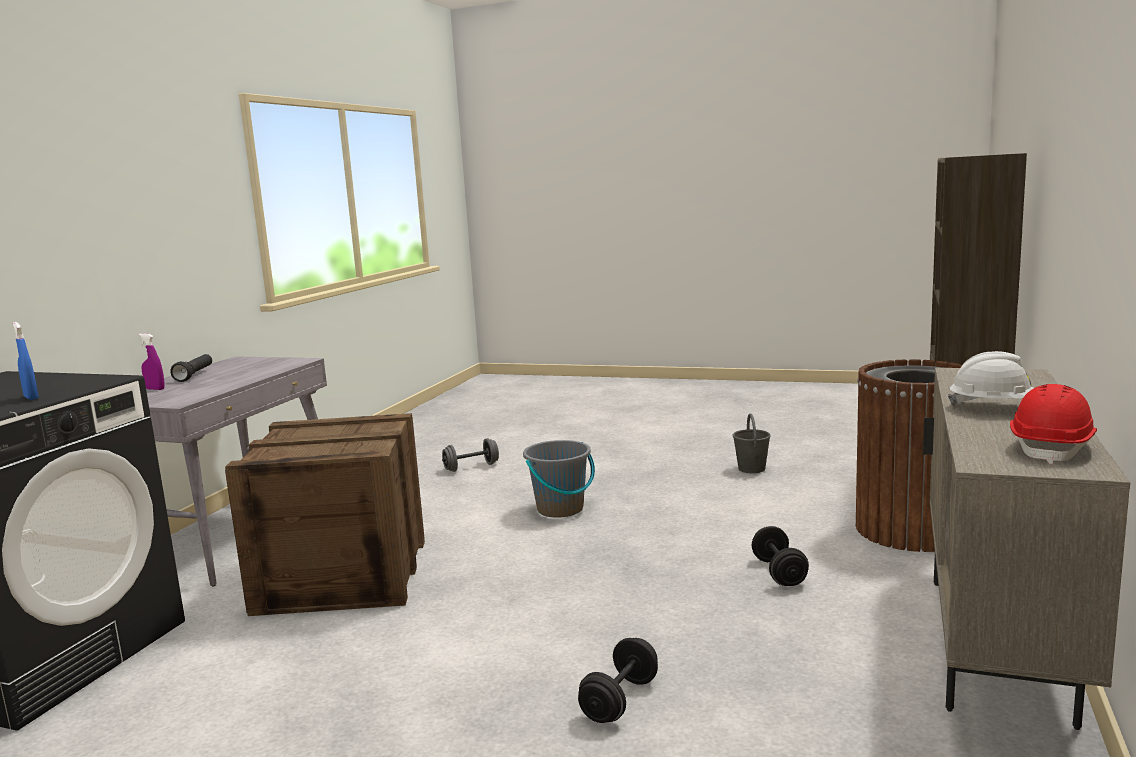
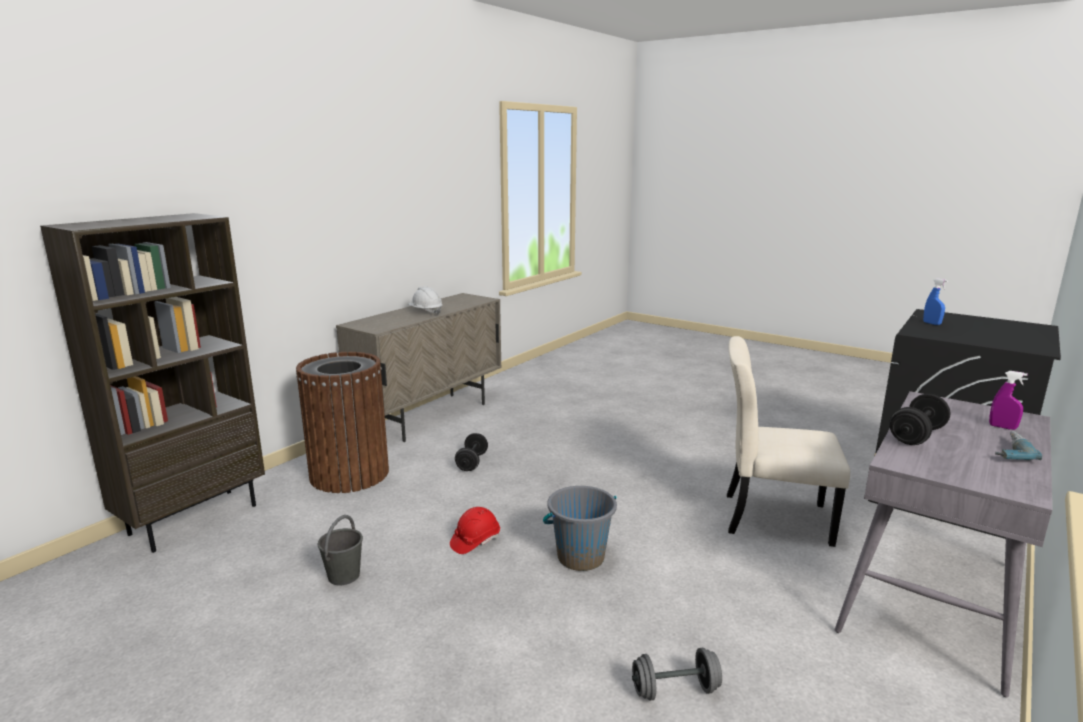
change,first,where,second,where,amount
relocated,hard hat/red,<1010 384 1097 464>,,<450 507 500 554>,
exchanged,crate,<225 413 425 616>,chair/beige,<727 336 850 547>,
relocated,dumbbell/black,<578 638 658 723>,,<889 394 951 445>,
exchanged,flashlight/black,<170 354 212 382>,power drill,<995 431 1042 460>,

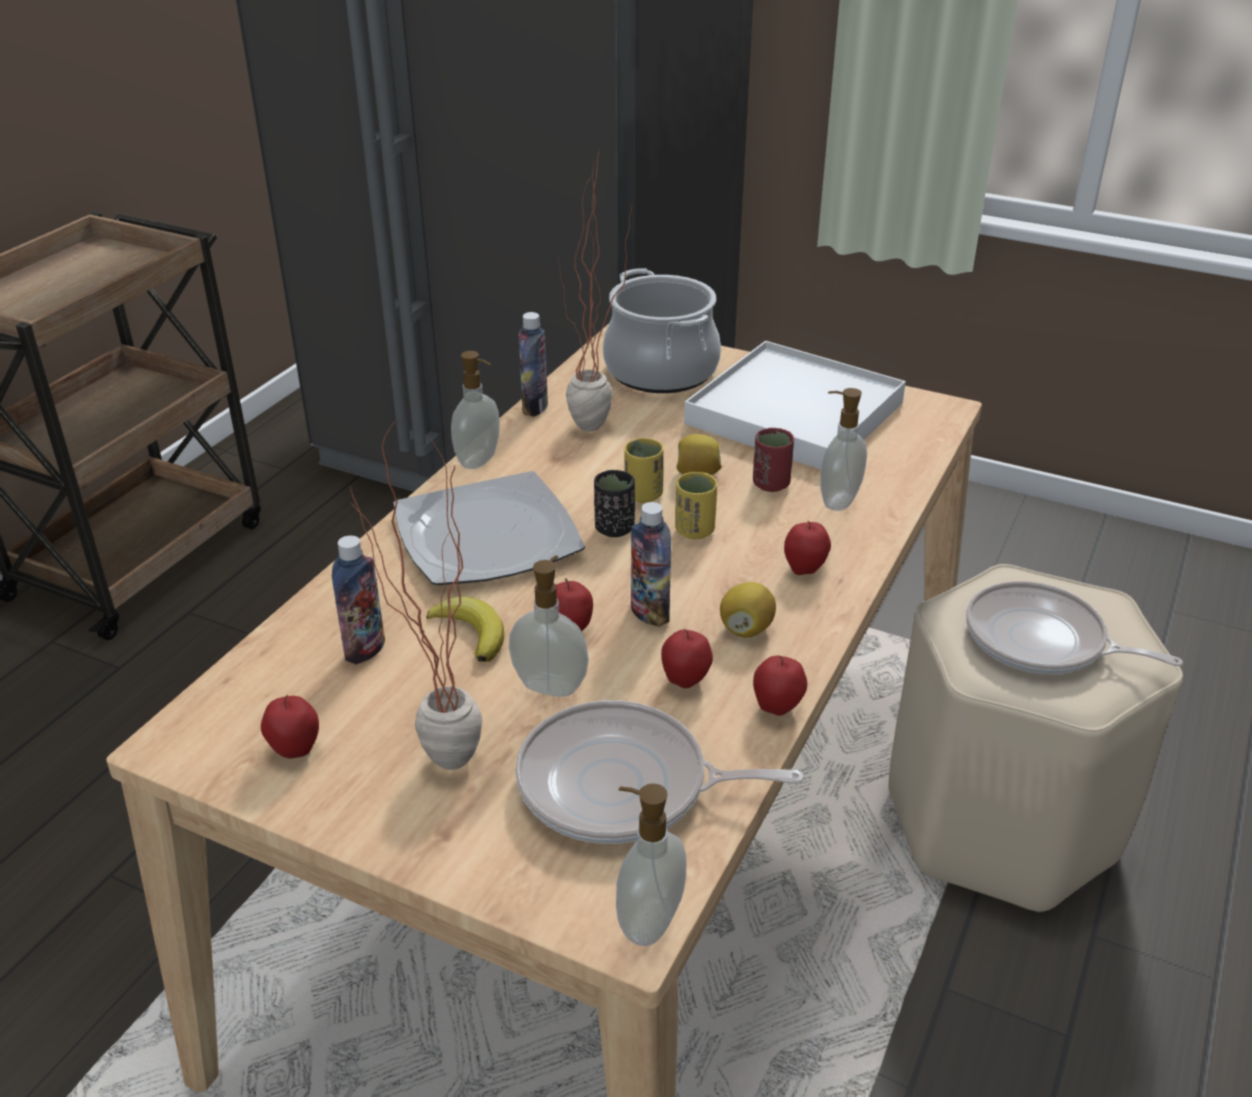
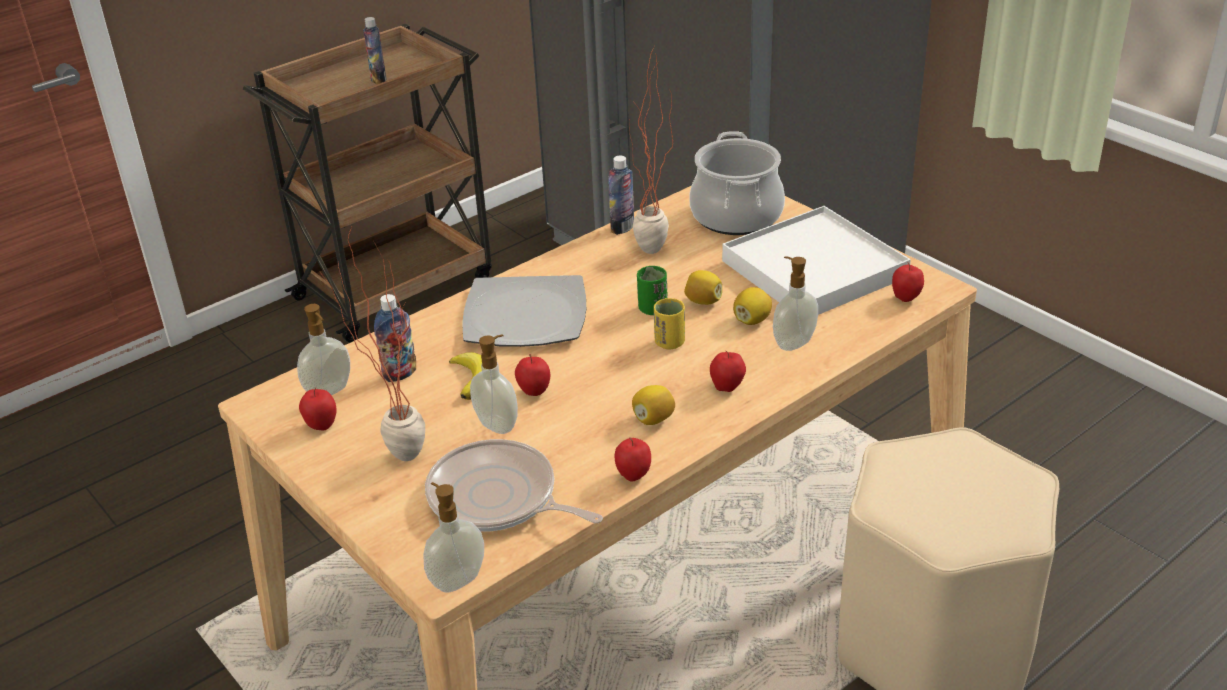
change,first,where,second,where,amount
relocated,soap dispenser,<451 351 500 469>,,<297 304 350 395>,
relocated,bottle,<631 502 671 627>,,<363 17 386 85>,
colour,cup/yellow,<624 438 664 503>,cup/green,<637 266 668 315>,
exchanged,cup/red,<753 428 795 492>,lemon,<733 287 772 325>,
relocated,apple,<661 629 713 688>,,<892 262 924 302>,
missing,cup/black,<594 470 635 537>,,,
missing,frying pan,<966 581 1183 674>,,,

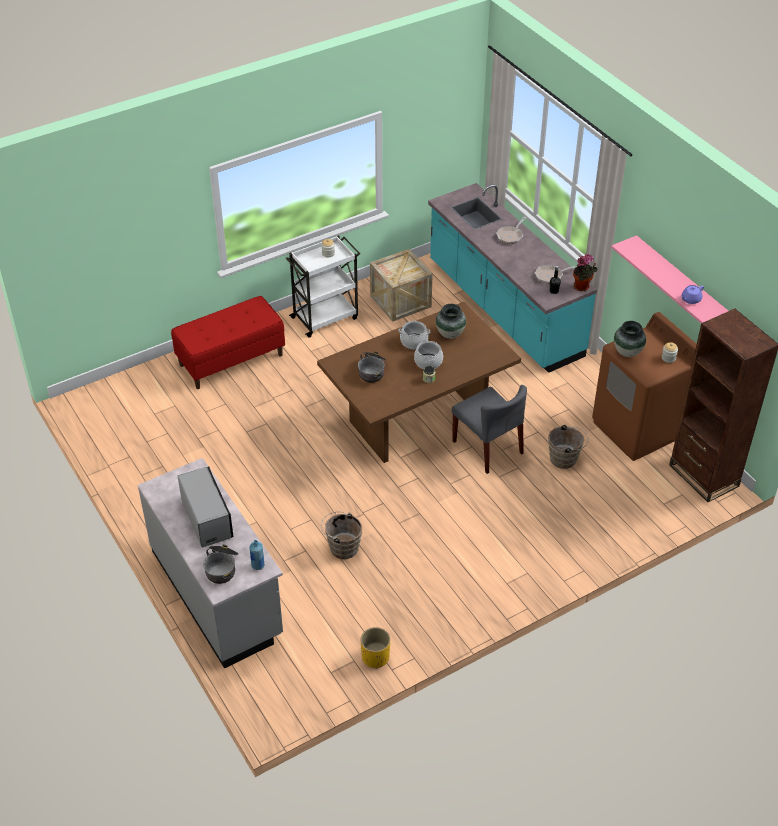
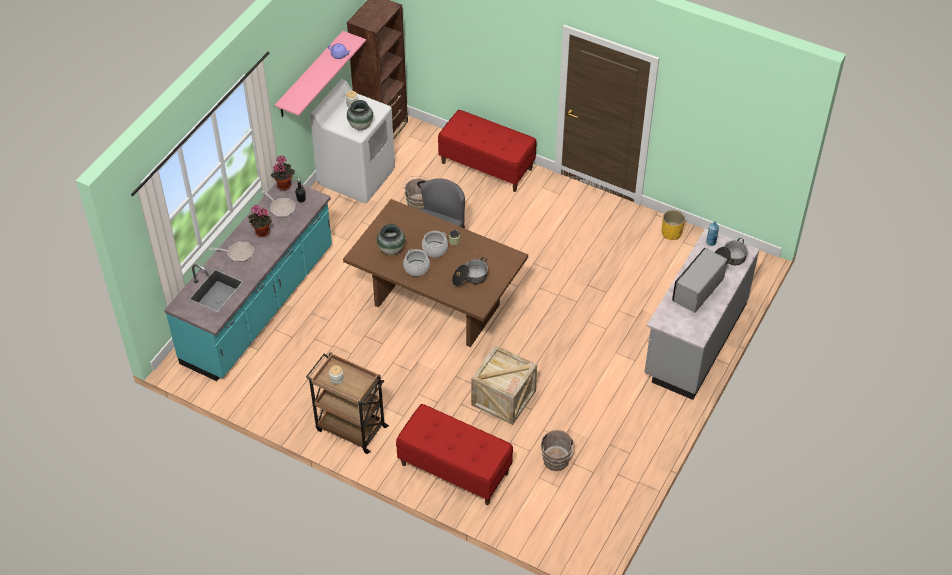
change,first,where,second,where,amount
appeared,,,potted plant,<248 205 272 237>,
colour,cart/white,<286 235 360 337>,cart/brown,<306 352 389 454>,
colour,washing machine/brown,<592 312 697 461>,washing machine/white,<310 79 395 204>,
appeared,,,bench/red,<438 110 537 192>,
relocated,crate,<370 249 433 322>,,<471 345 537 425>,
relocated,bucket/brown,<321 511 362 559>,,<539 430 575 471>,

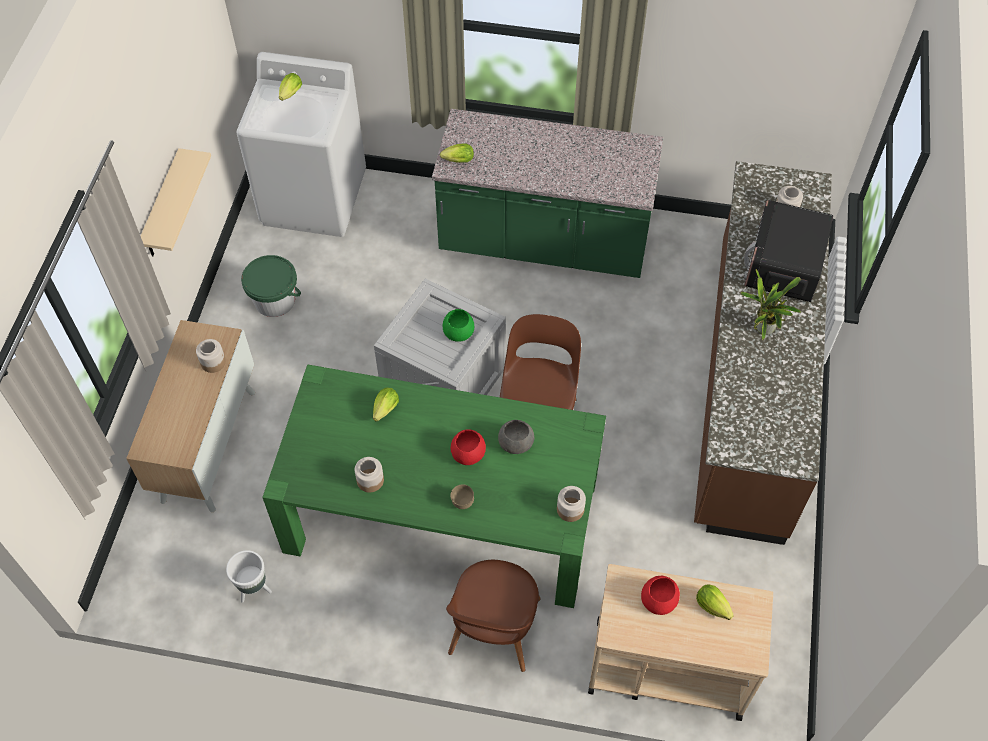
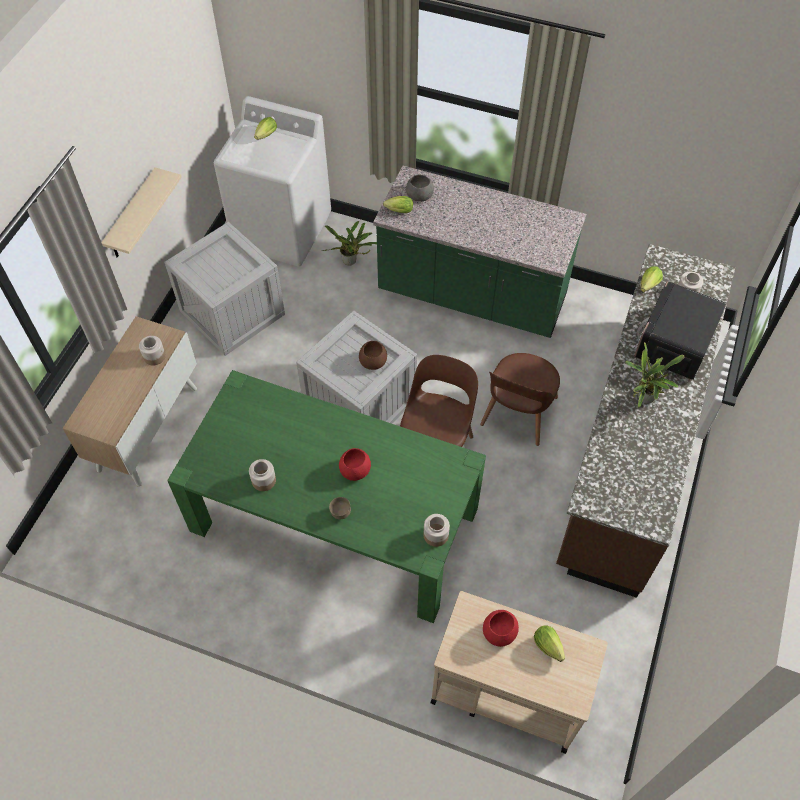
change,first,where,second,where,amount
exchanged,bucket/green,<241 255 301 317>,crate,<164 222 285 356>,
appeared,,,potted plant,<323 221 377 265>,
colour,bowl/green,<443 309 474 342>,bowl/brown,<359 341 387 370>,
relocated,bowl/grey,<498 420 534 454>,,<406 175 434 202>,
relocated,chair/brown,<446 560 541 672>,,<480 353 560 446>,
relocated,lettuce,<373 388 399 422>,,<641 266 663 292>,
missing,planter/white,<226 550 272 603>,,,

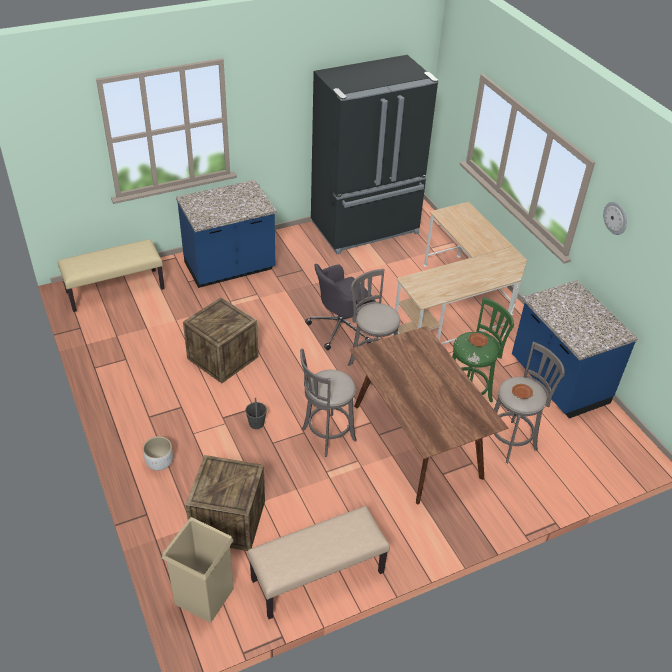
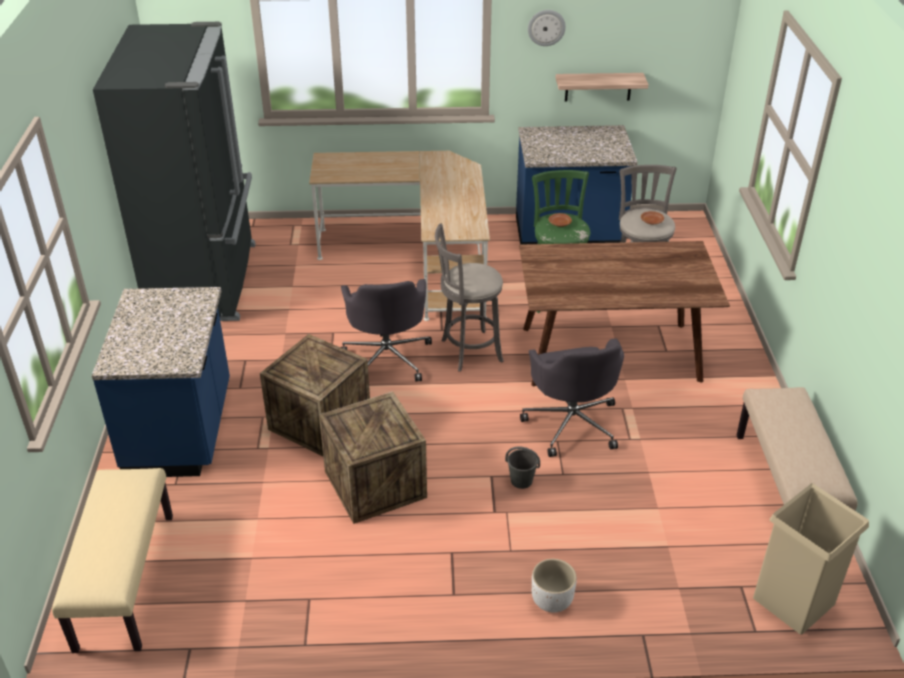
change,first,where,second,where,amount
relocated,crate,<186 455 265 551>,,<260 334 370 456>,
exchanged,stool/grey,<300 349 357 457>,office chair/grey,<520 338 624 457>,
appeared,,,shelf,<556 73 649 101>,

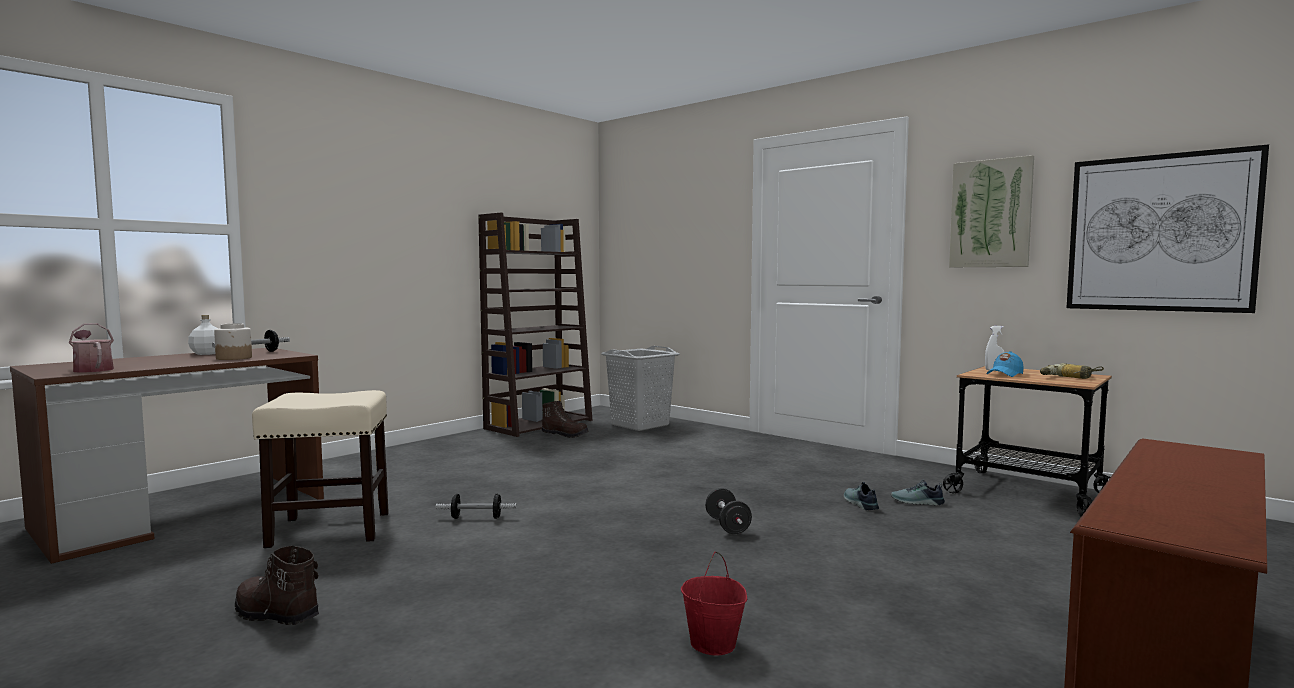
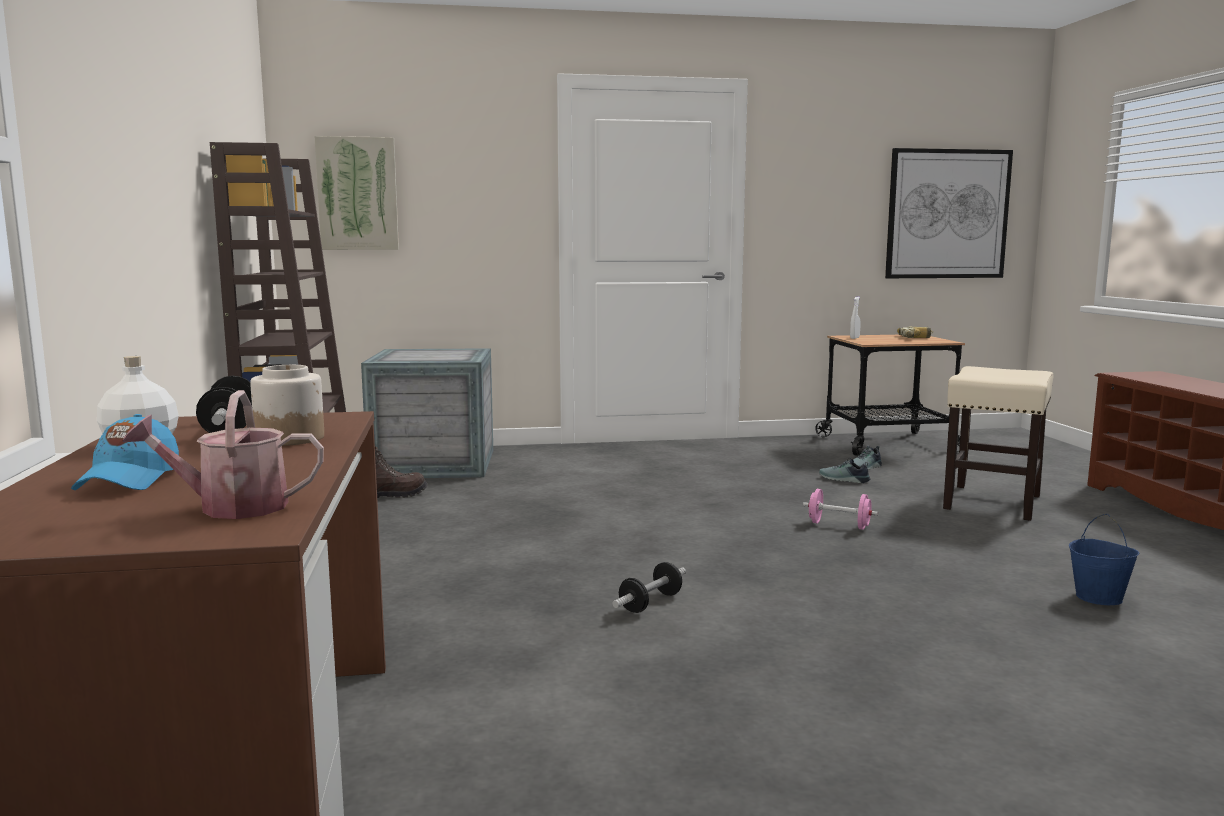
change,first,where,second,where,amount
relocated,cap/blue,<986 351 1024 377>,,<71 414 179 490>,
relocated,picture,<949 155 1034 267>,,<315 136 399 250>,
exchanged,laundry basket/grey,<601 346 679 431>,crate,<361 348 493 478>,
colour,dumbbell/black,<705 488 752 534>,dumbbell/pink,<803 489 878 530>,
relocated,stool/beige,<252 390 389 548>,,<943 366 1053 521>,
colour,bucket/red,<681 552 747 656>,bucket/blue,<1069 514 1139 605>,
missing,boot/brown,<235 546 319 625>,,,

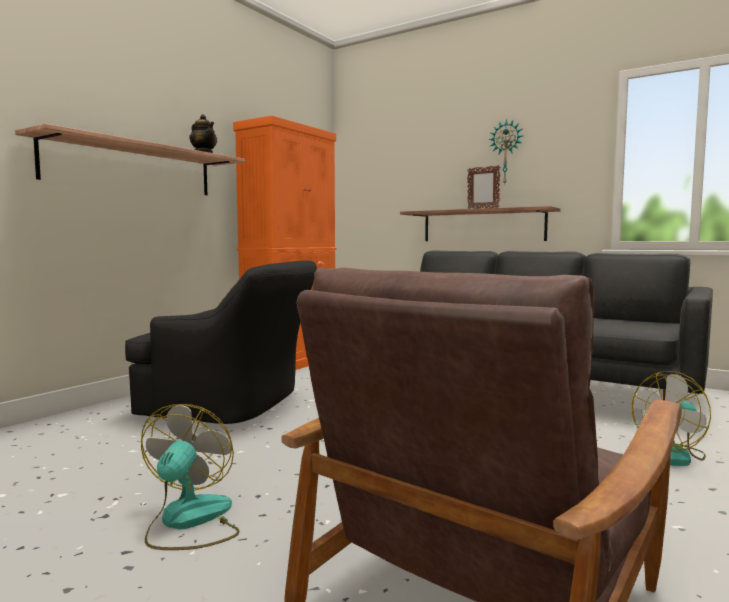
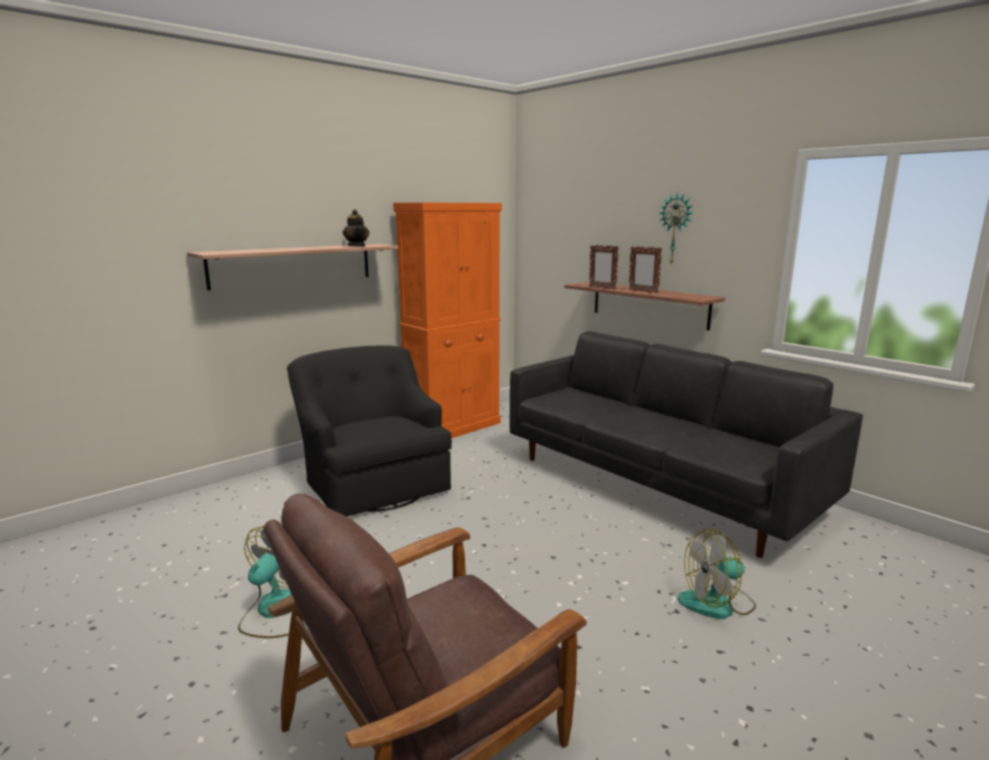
change,first,where,second,where,amount
spun,armchair/black,<125 260 317 424>,,<287 345 452 517>,150 degrees counterclockwise
appeared,,,picture frame,<589 245 619 290>,

